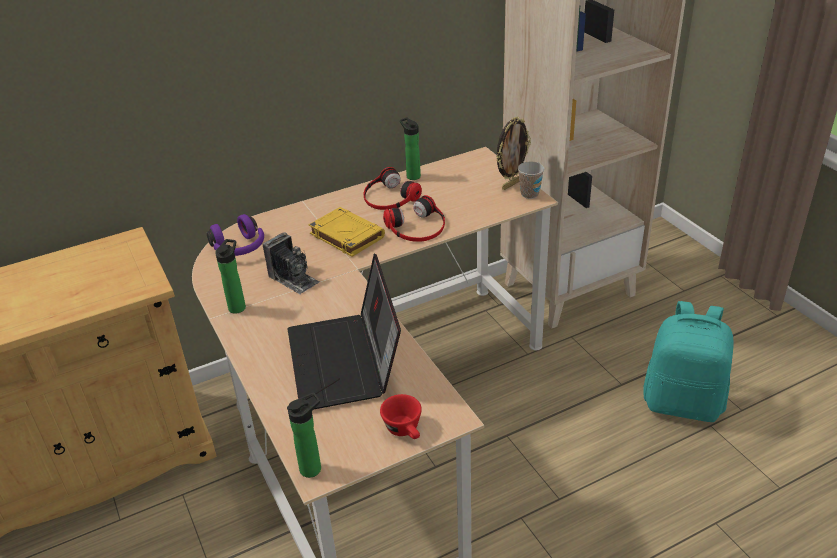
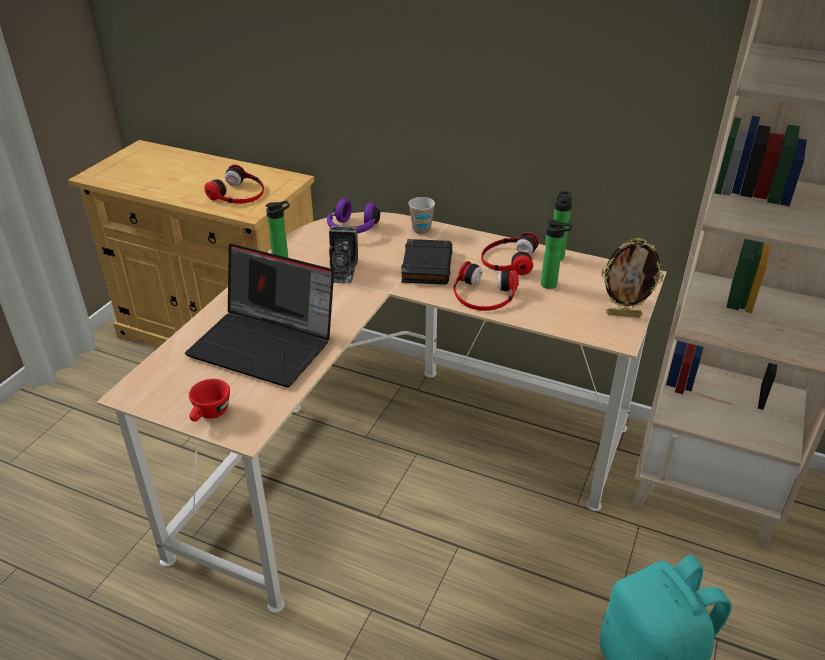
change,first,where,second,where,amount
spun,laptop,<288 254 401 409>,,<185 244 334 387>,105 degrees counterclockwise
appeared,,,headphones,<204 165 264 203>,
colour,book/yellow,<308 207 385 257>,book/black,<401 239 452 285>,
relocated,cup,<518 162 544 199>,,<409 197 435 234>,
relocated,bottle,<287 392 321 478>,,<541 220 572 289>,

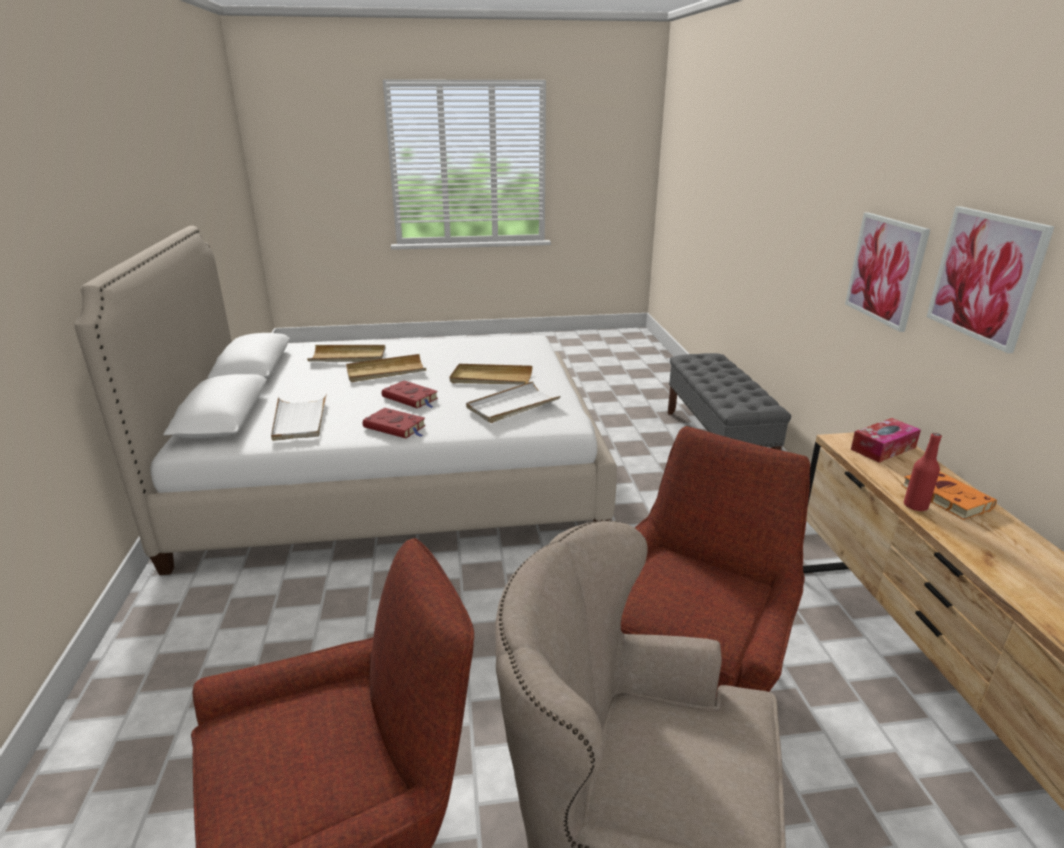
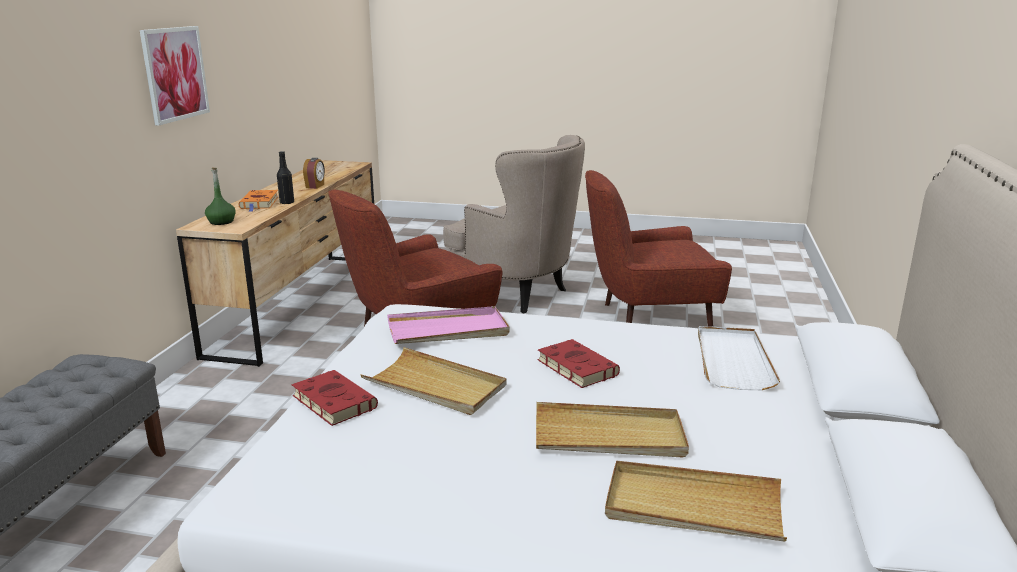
change,first,where,second,where,amount
exchanged,tissue box,<851 418 921 462>,bottle/green,<205 167 236 225>,
colour,bottle/red,<904 433 942 511>,bottle/black,<277 151 294 204>,
relocated,book/red,<363 408 426 438>,,<292 370 378 426>,
appeared,,,alarm clock,<303 158 325 189>,
colour,tray/white,<466 381 561 423>,tray/pink,<387 306 509 344>,
missing,picture,<845 212 930 332>,,,

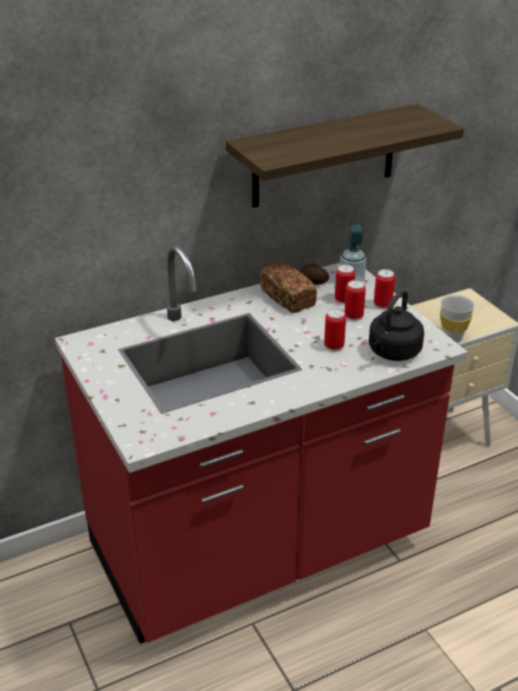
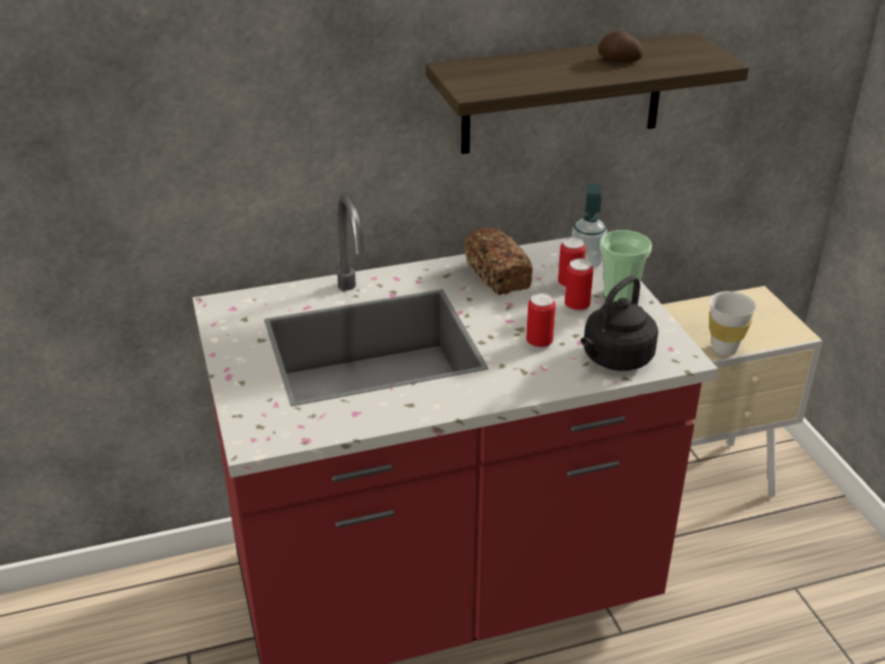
change,first,where,second,where,amount
relocated,potato,<299 264 329 285>,,<598 30 643 62>,
exchanged,can,<374 269 395 310>,cup,<600 230 652 301>,

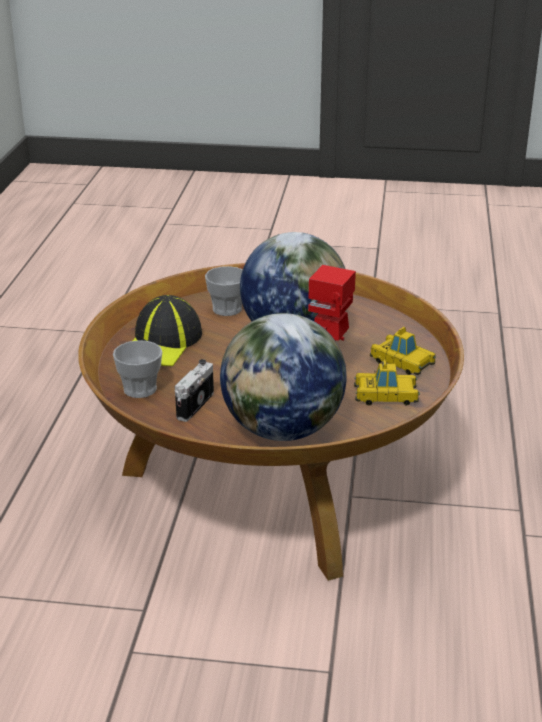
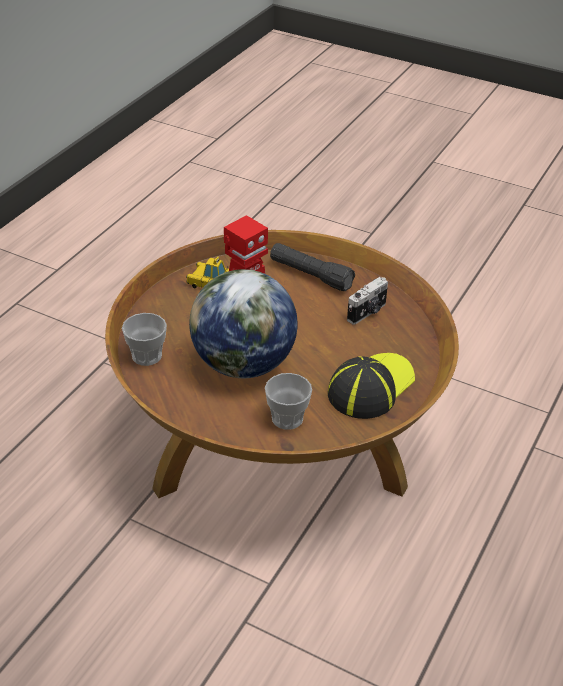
change,first,where,second,where,amount
relocated,cup,<113 340 162 398>,,<122 313 167 366>,
exchanged,globe,<220 313 347 441>,flashlight/black,<270 243 355 291>,
missing,toy car,<370 327 436 375>,,,

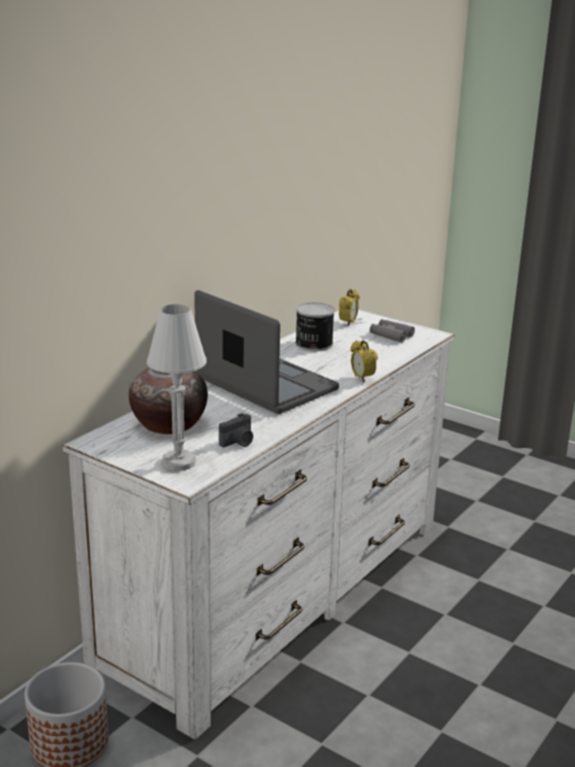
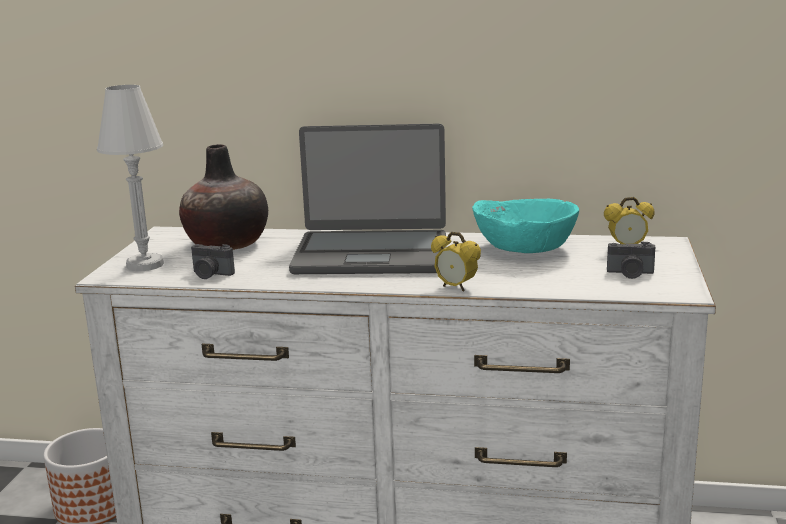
change,first,where,second,where,amount
spun,laptop,<194 290 339 414>,,<289 124 446 274>,75 degrees clockwise
spun,alarm clock,<350 340 378 382>,,<431 232 481 291>,90 degrees counterclockwise
exchanged,can,<295 302 334 351>,bowl/turquoise,<472 199 579 253>,
exchanged,binoculars/grey,<370 319 415 342>,photo camera,<607 241 655 279>,

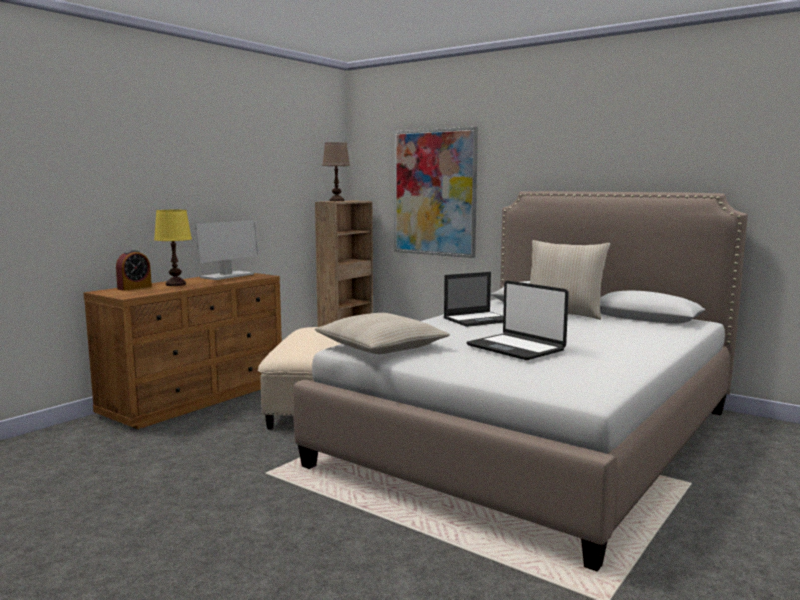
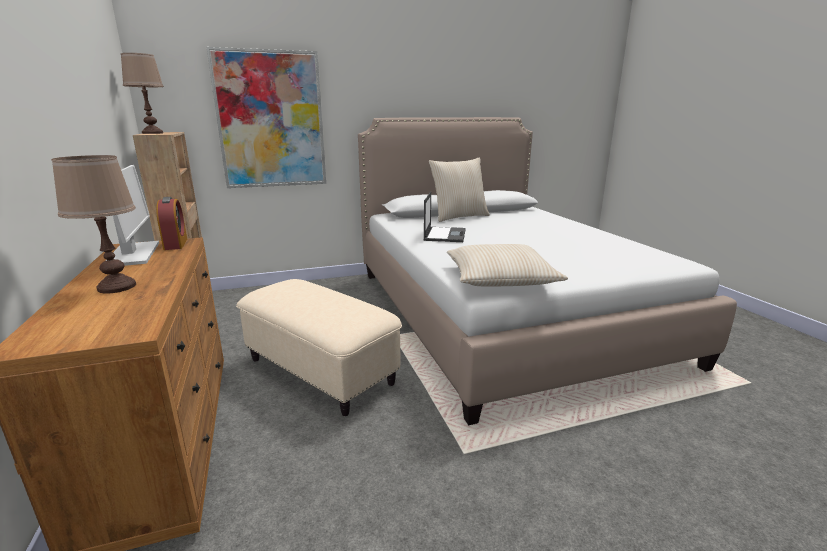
change,first,where,second,where,amount
colour,table lamp/yellow,<154 210 192 286>,table lamp/brown,<51 155 136 294>,
relocated,alarm clock,<116 250 152 291>,,<156 197 187 250>,
missing,laptop,<466 280 569 360>,,,

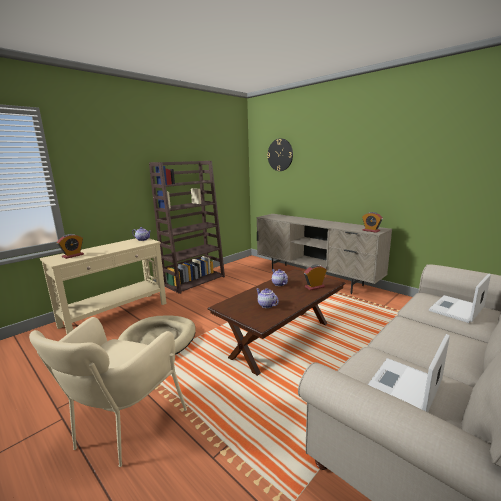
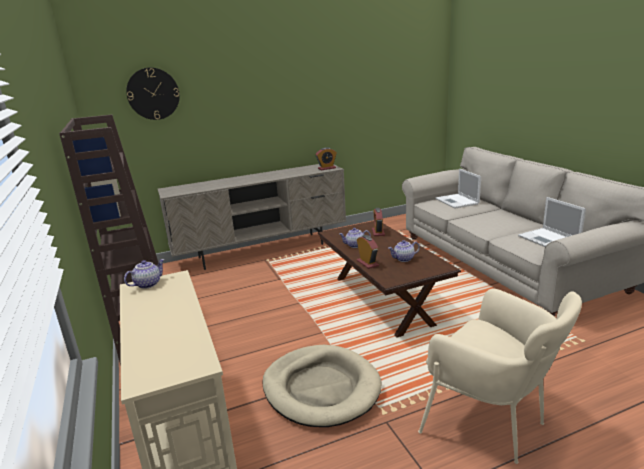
change,first,where,second,where,amount
relocated,alarm clock,<57 234 84 259>,,<357 235 379 269>,

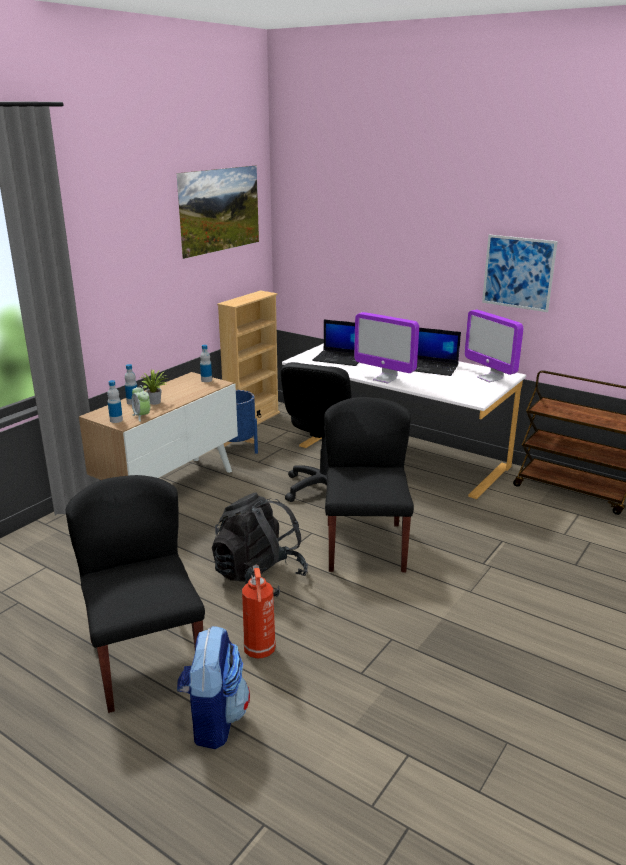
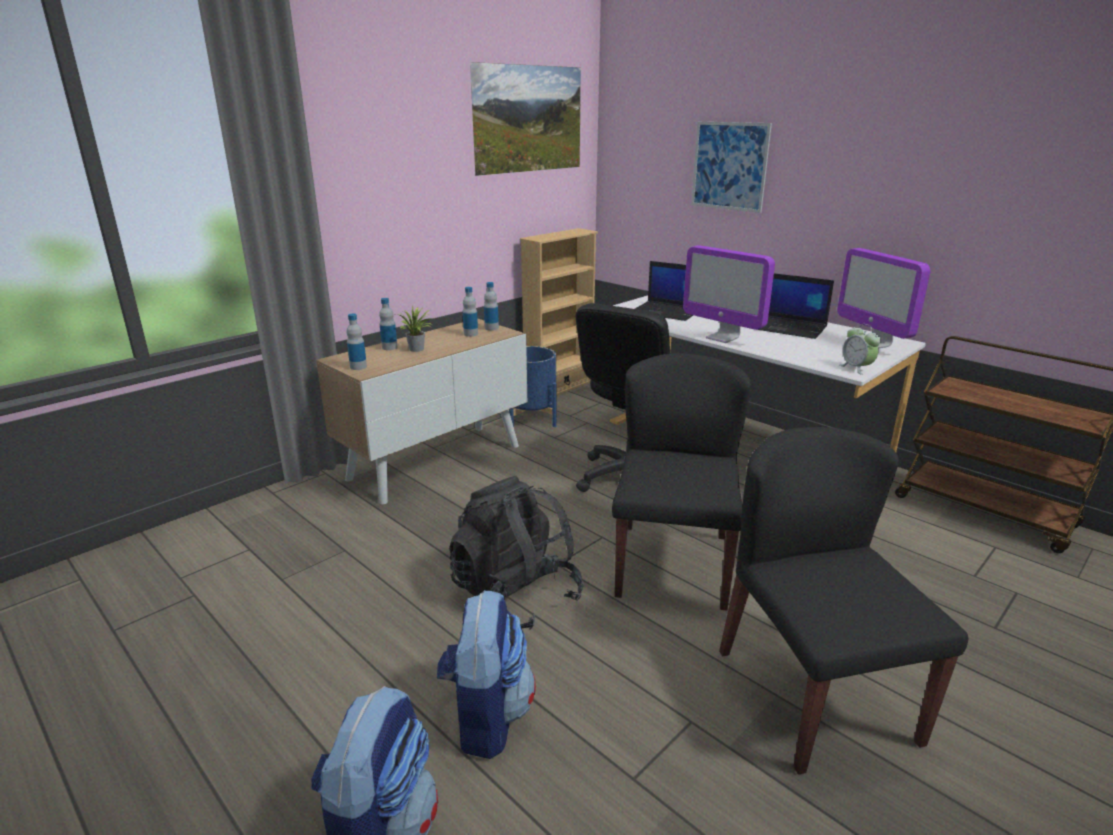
change,first,where,second,where,amount
exchanged,fire extinguisher,<242 565 276 659>,backpack,<437 590 536 759>,
appeared,,,bottle,<463 287 478 337>,
relocated,picture,<482 235 558 312>,,<691 122 772 213>,
relocated,chair/black,<66 475 205 713>,,<719 427 968 775>,
relocated,alarm clock,<131 385 150 422>,,<840 324 881 375>,

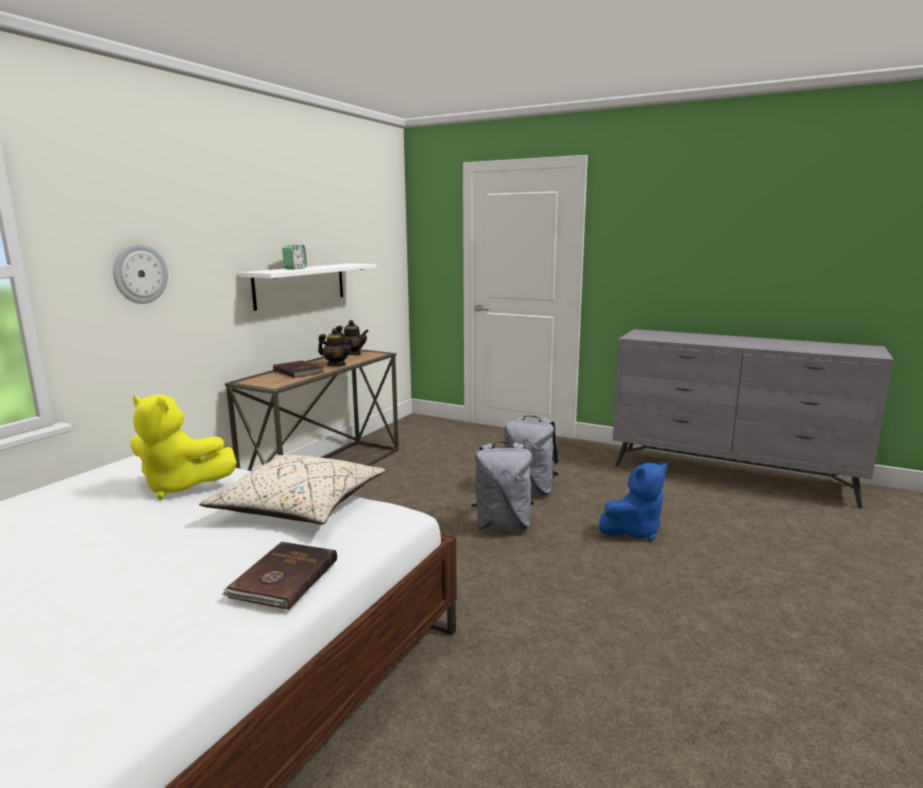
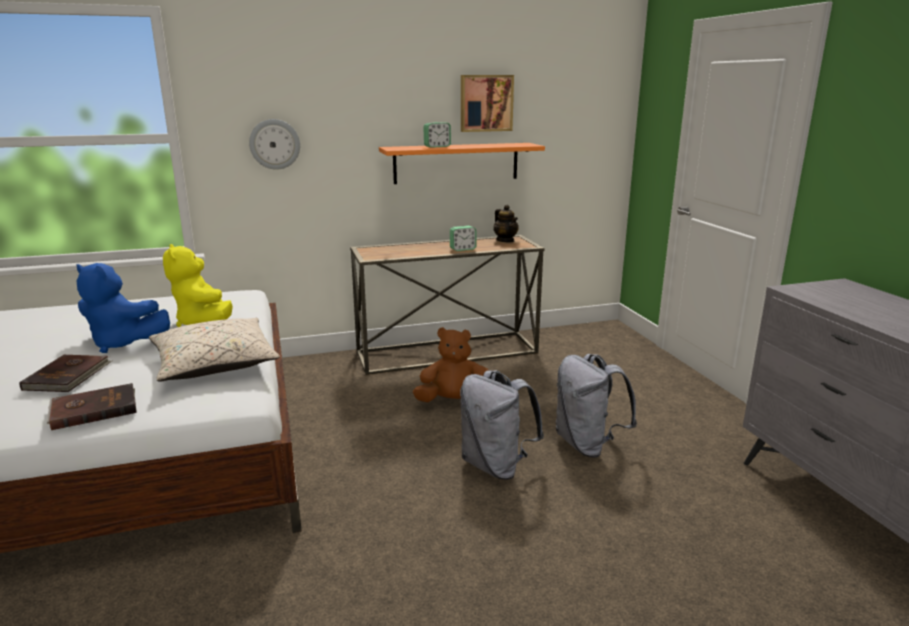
change,first,where,second,where,amount
relocated,book/brown,<273 360 324 378>,,<19 354 112 392>,
relocated,plush toy/blue,<599 463 668 541>,,<76 263 170 353>,
colour,shelf/white,<239 263 376 311>,shelf/orange,<379 143 545 184>,
appeared,,,plush toy/brown,<413 327 489 402>,
exchanged,teapot,<318 328 352 366>,alarm clock,<450 226 476 251>,
appeared,,,picture,<461 75 514 132>,

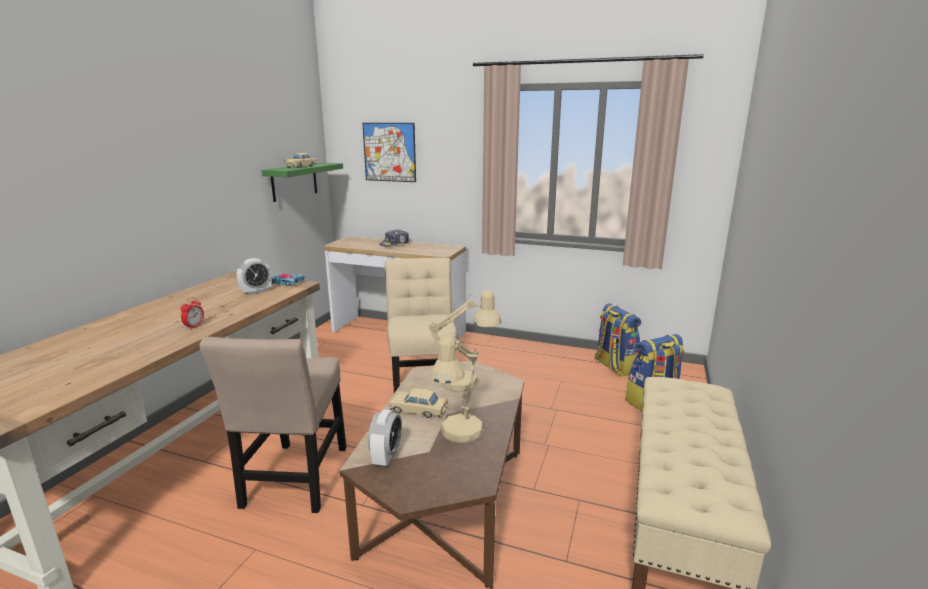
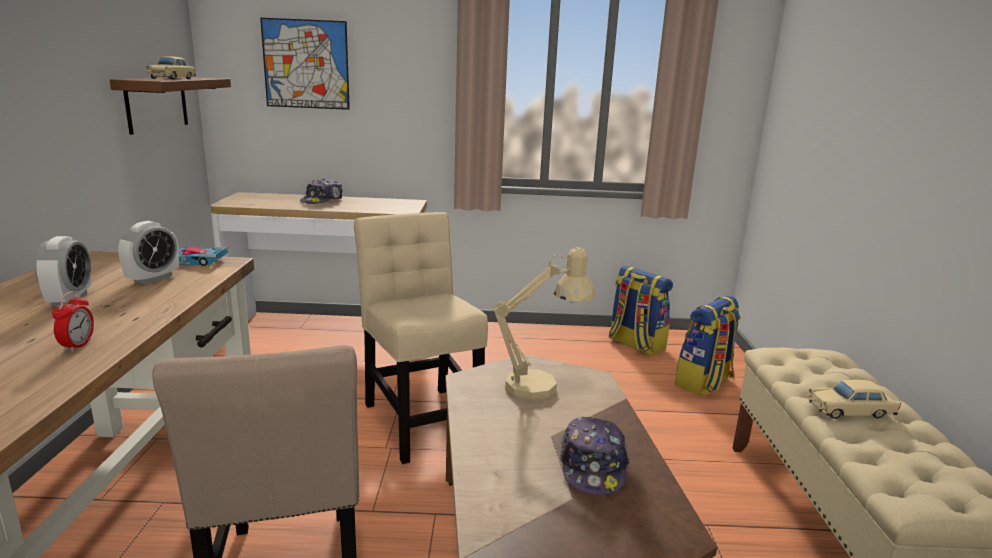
change,first,where,second,where,amount
relocated,alarm clock,<368 409 402 467>,,<34 236 91 306>,
colour,shelf/green,<261 163 343 202>,shelf/brown,<110 77 231 135>,
exchanged,table lamp/beige,<430 334 484 443>,cap,<560 416 630 495>,
relocated,toy car/beige,<389 388 448 418>,,<808 379 901 419>,

